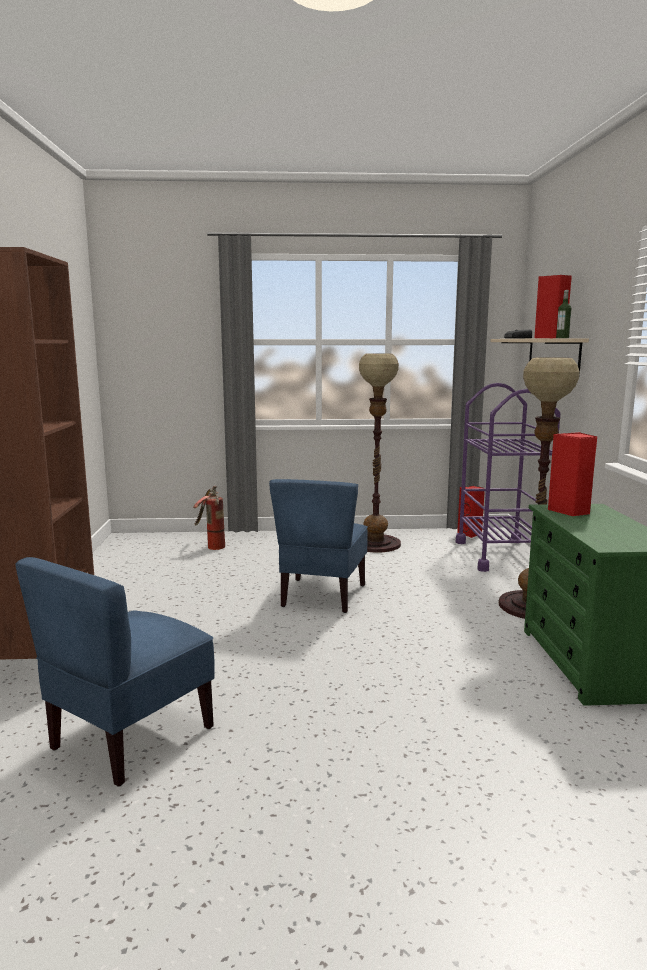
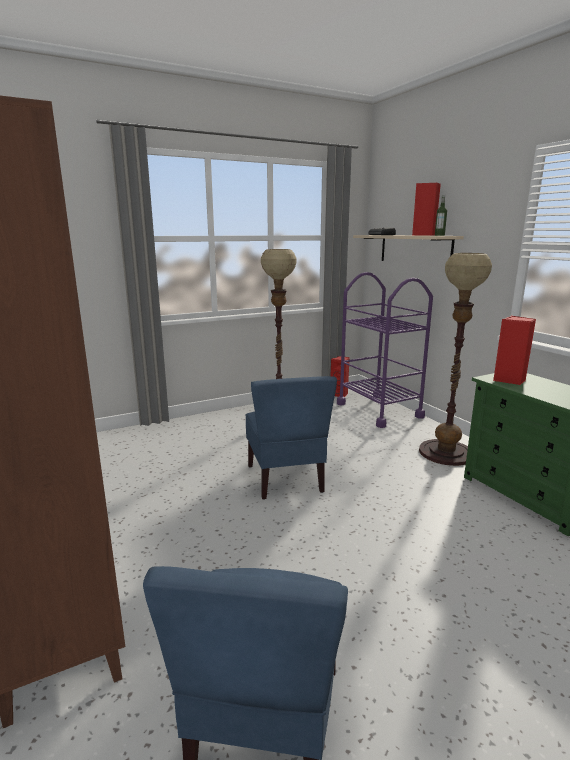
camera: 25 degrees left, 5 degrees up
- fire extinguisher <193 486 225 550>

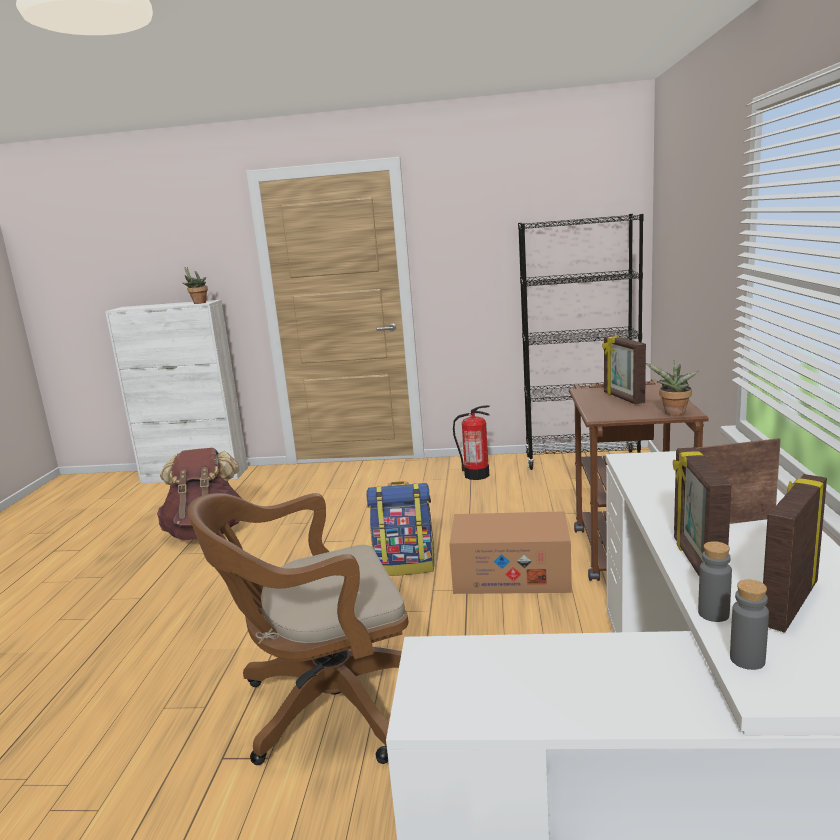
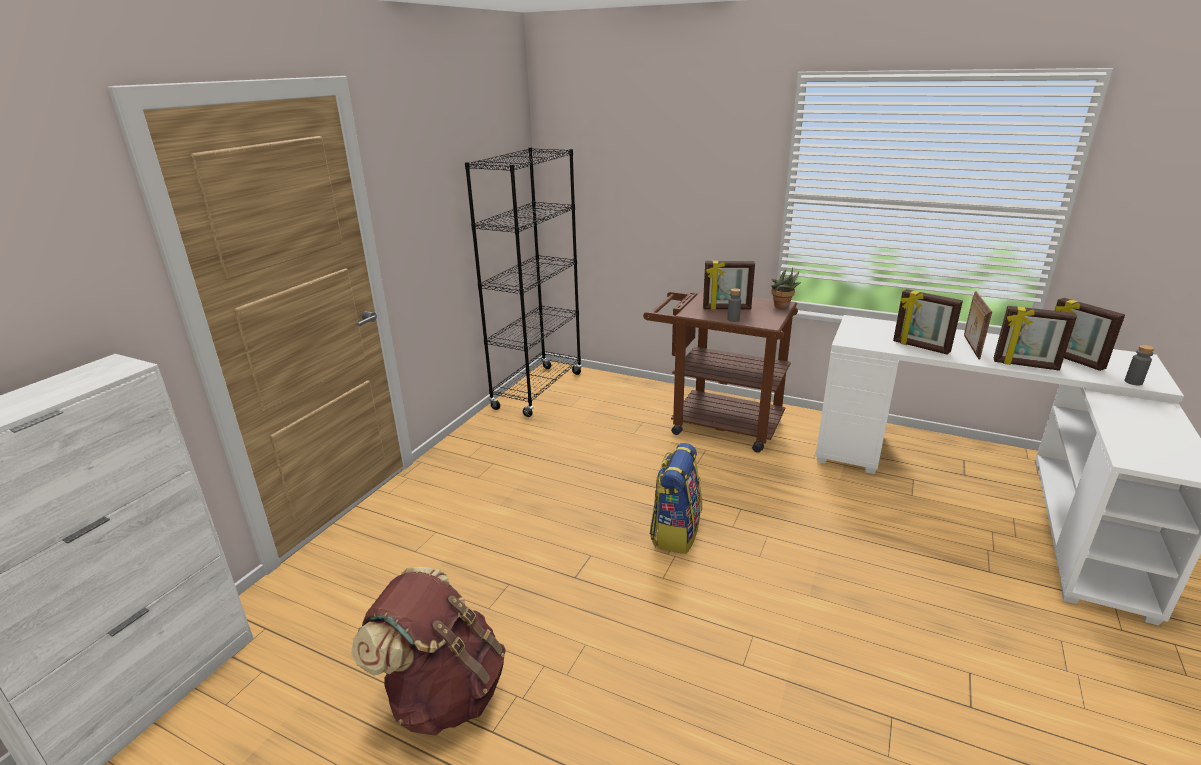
camera: 70 degrees left, 10 degrees up
~ beverage bottle (gray) <698 541 732 622> to <727 288 741 322>
+ photo frame <893 289 963 355>
- houseplant <183 267 208 304>
- desk chair (brownish) <188 493 408 765>
- cardboard box <449 511 572 594>
- fire extinguisher <453 405 490 480>

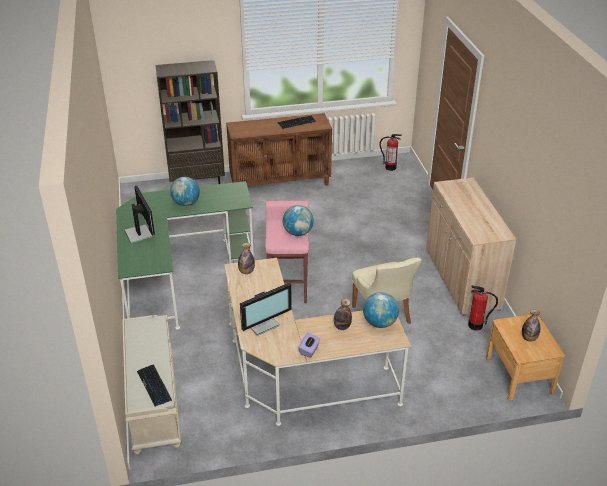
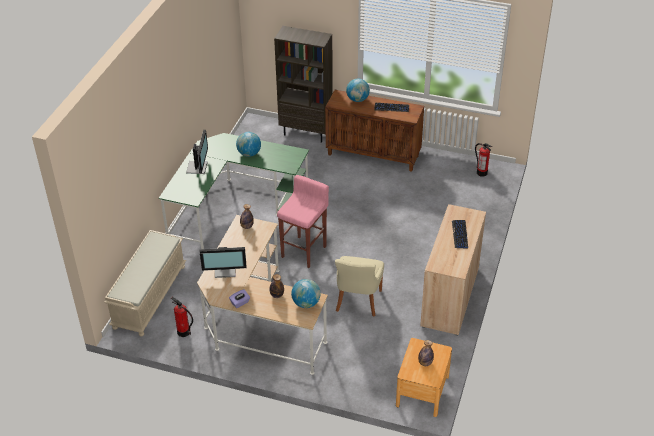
camera: 30 degrees right, 5 degrees up
~ fire extinguisher <468 285 498 331> to <171 297 193 337>
~ world globe <283 205 314 236> to <346 78 370 102>
~ keyboard <137 364 172 406> to <452 220 468 248>

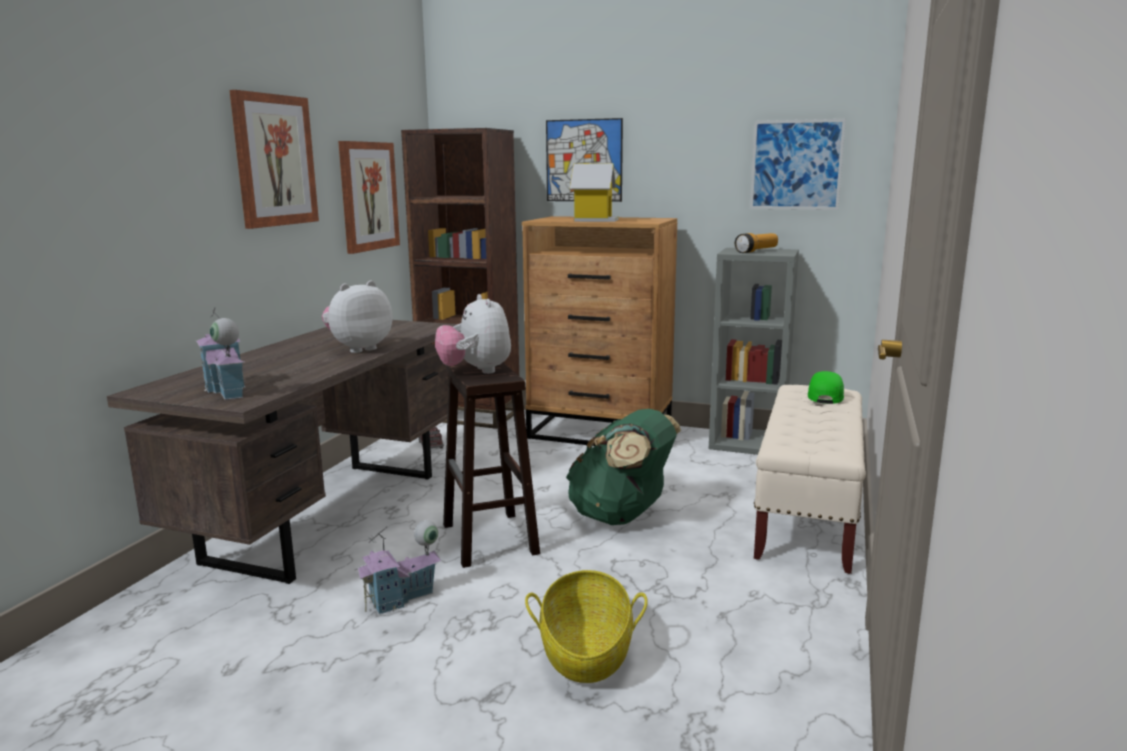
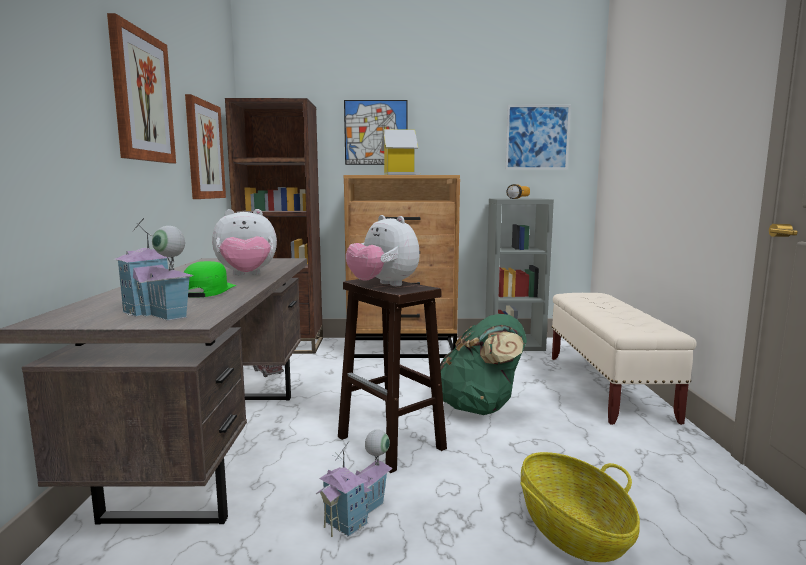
camera: 20 degrees left, 5 degrees down
~ cap (greenish) <808 371 844 404> to <184 261 237 298>
~ cuddly toy <322 281 393 353> = <212 209 277 276> 135 degrees counterclockwise

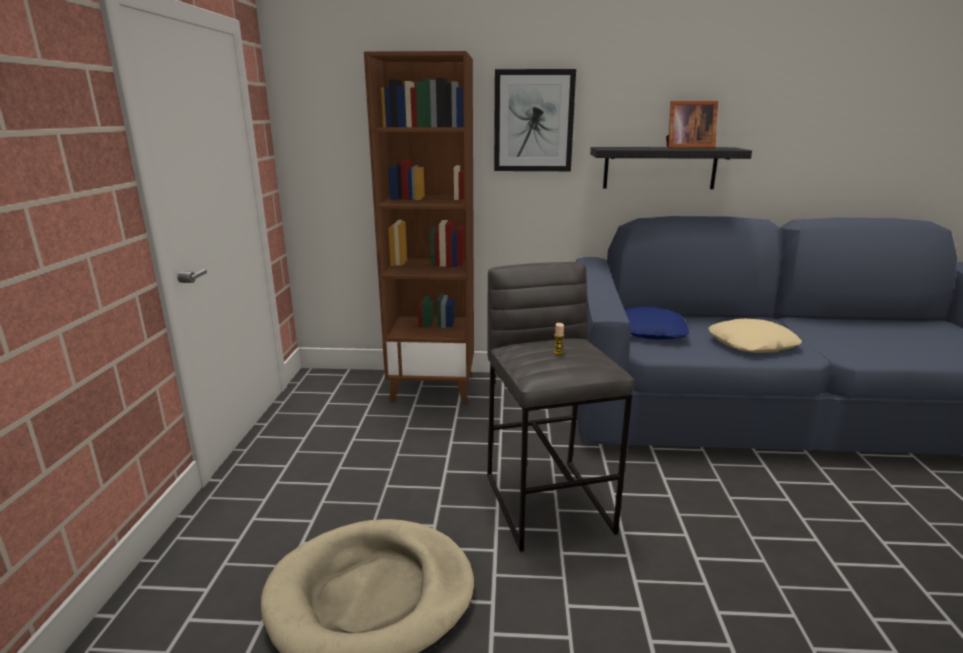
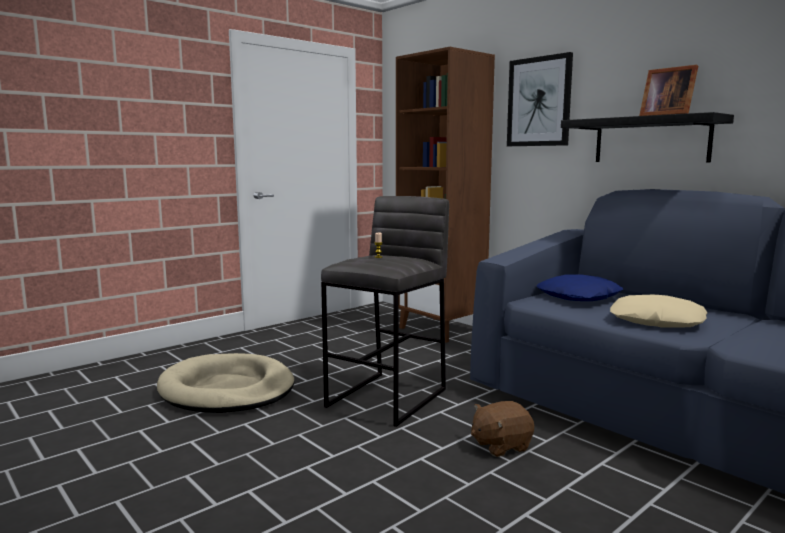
camera: 45 degrees right, 10 degrees down
+ cuddly toy (brownish) <471 401 534 457>

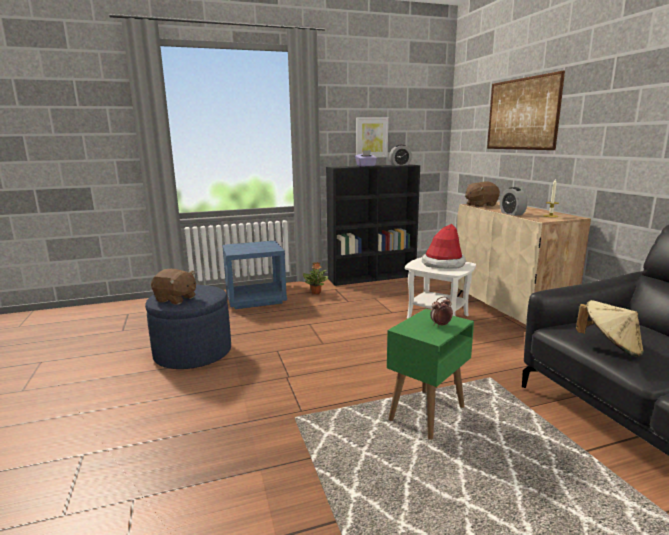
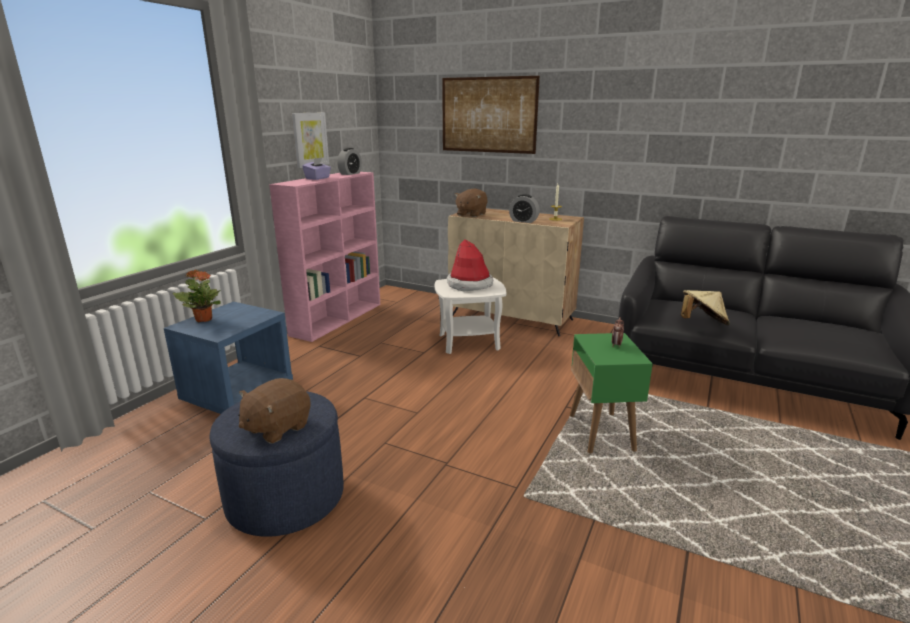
camera: 45 degrees left, 5 degrees up
~ houseplant <303 262 328 294> to <173 269 221 322>
~ cuddly toy (brownish) <151 269 196 304> = <238 378 311 444> 150 degrees clockwise
~ bookshelf (blackish) <326 164 420 286> to bookshelf (pink-coloured) <269 172 380 342>

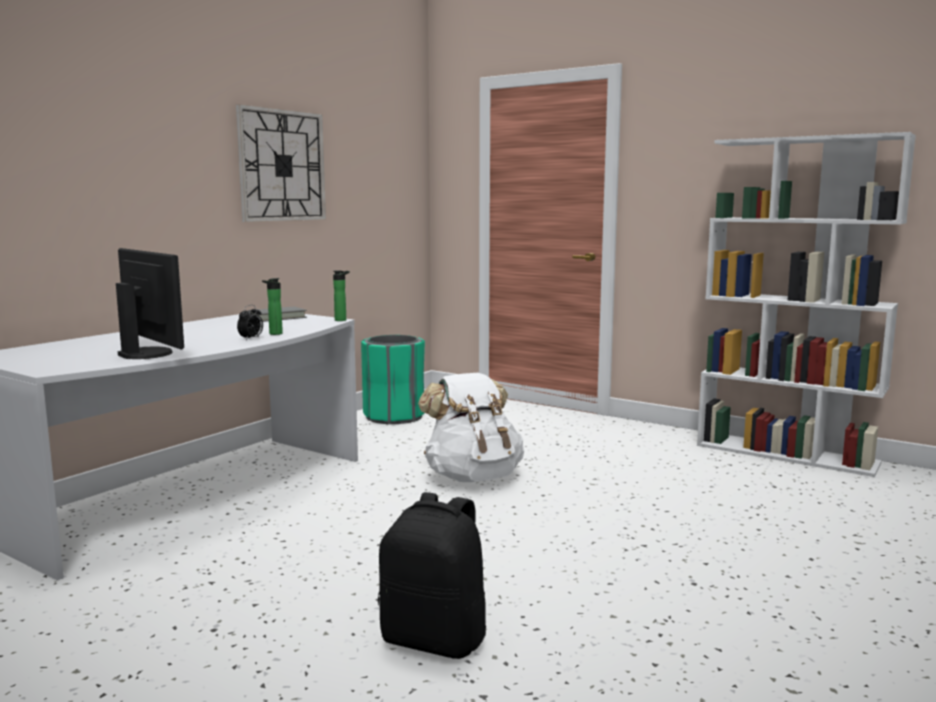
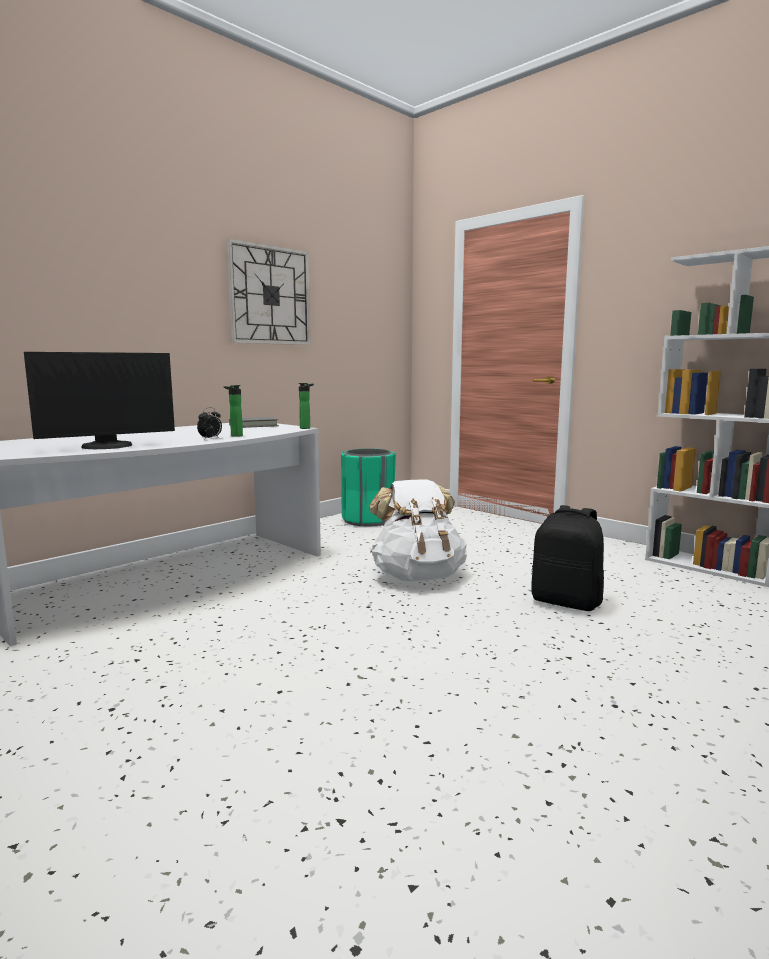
camera: 10 degrees right, 0 degrees up
~ computer display <116 248 184 359> = <24 352 175 449> 90 degrees clockwise
~ knapsack (blackish) <378 492 486 659> to <531 505 604 611>

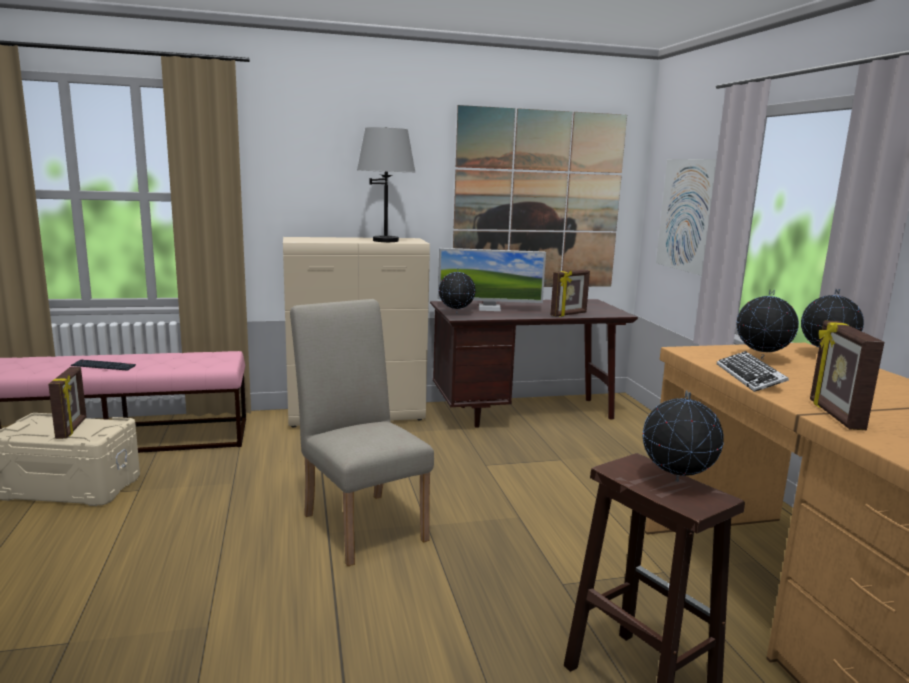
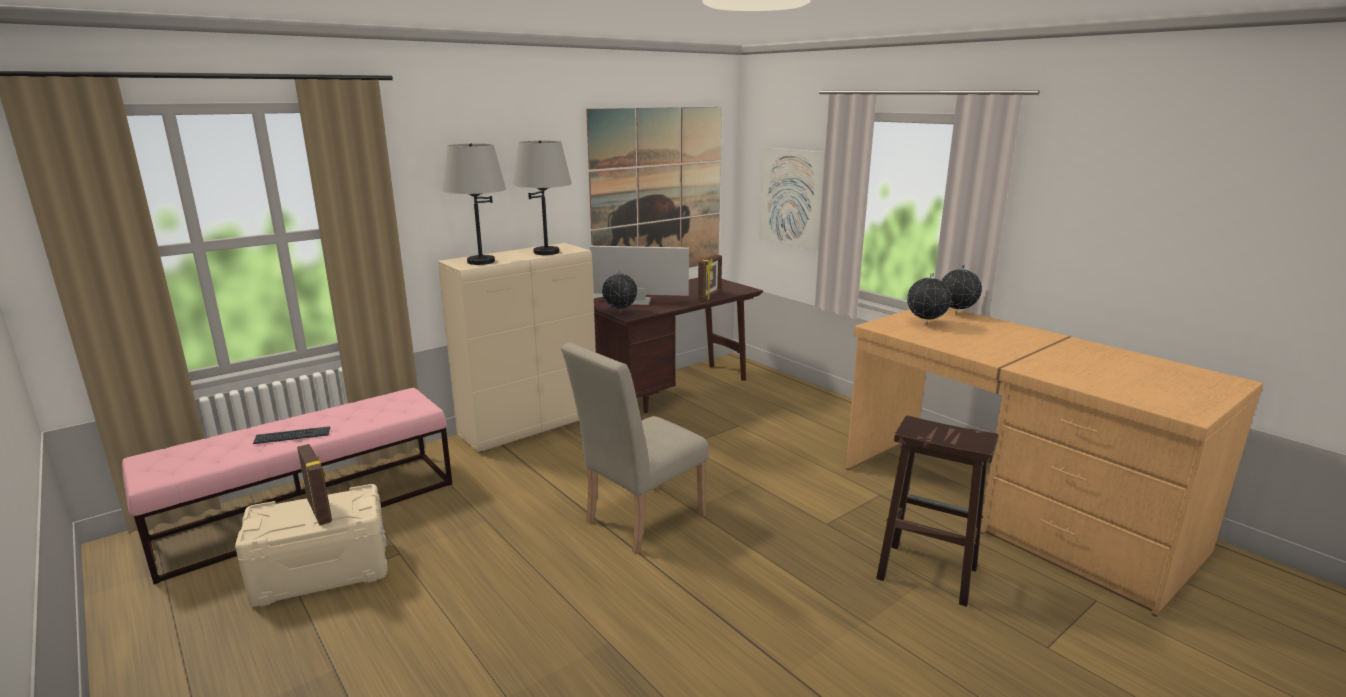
camera: 25 degrees left, 5 degrees up
+ lamp for a table (gray) <442 143 506 265>
~ chair (sand-coloured) <290 299 434 566> = <561 343 709 555> 75 degrees counterclockwise
~ computer display <438 248 546 311> = <590 246 689 305> 150 degrees counterclockwise
- world globe <643 390 724 482>
- keyboard <717 351 789 392>
- photo frame <810 320 884 430>

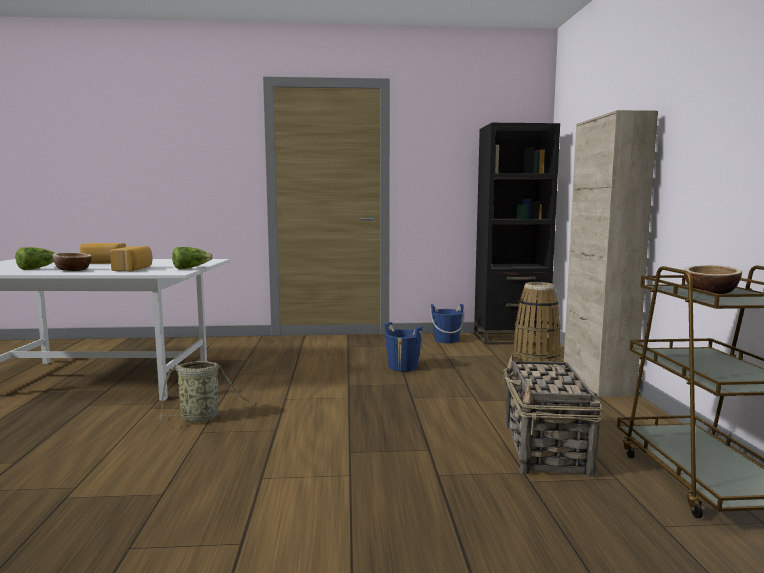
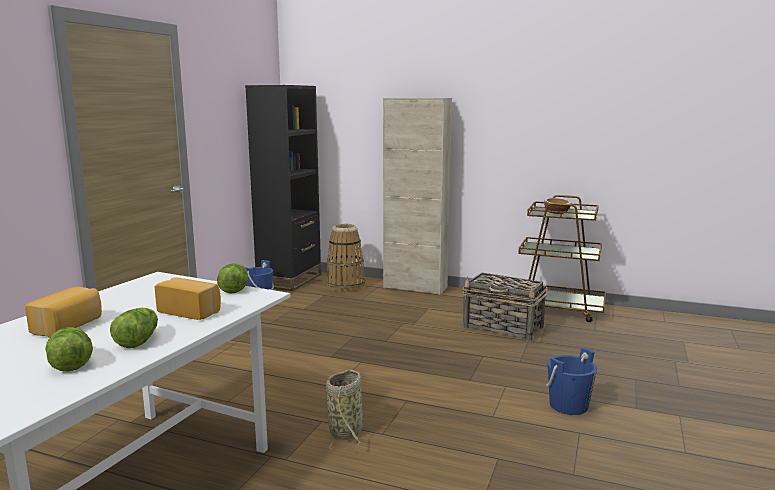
camera: 65 degrees left, 5 degrees up
~ deep dish <53 253 92 271> to head of lettuce <110 308 158 348>
~ water bucket (blue-coloured) <384 322 423 372> to <546 347 597 415>

